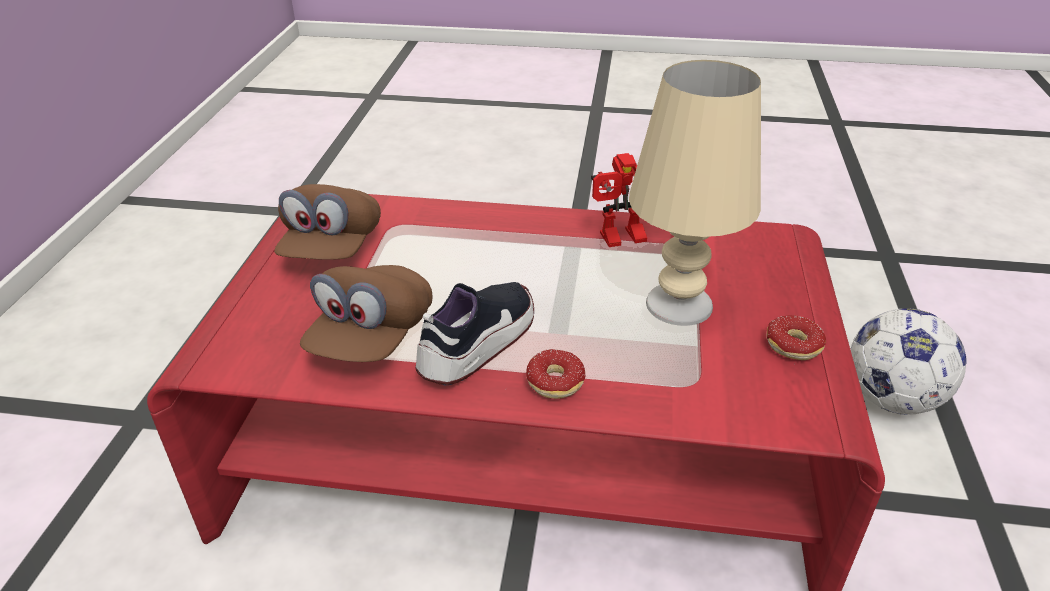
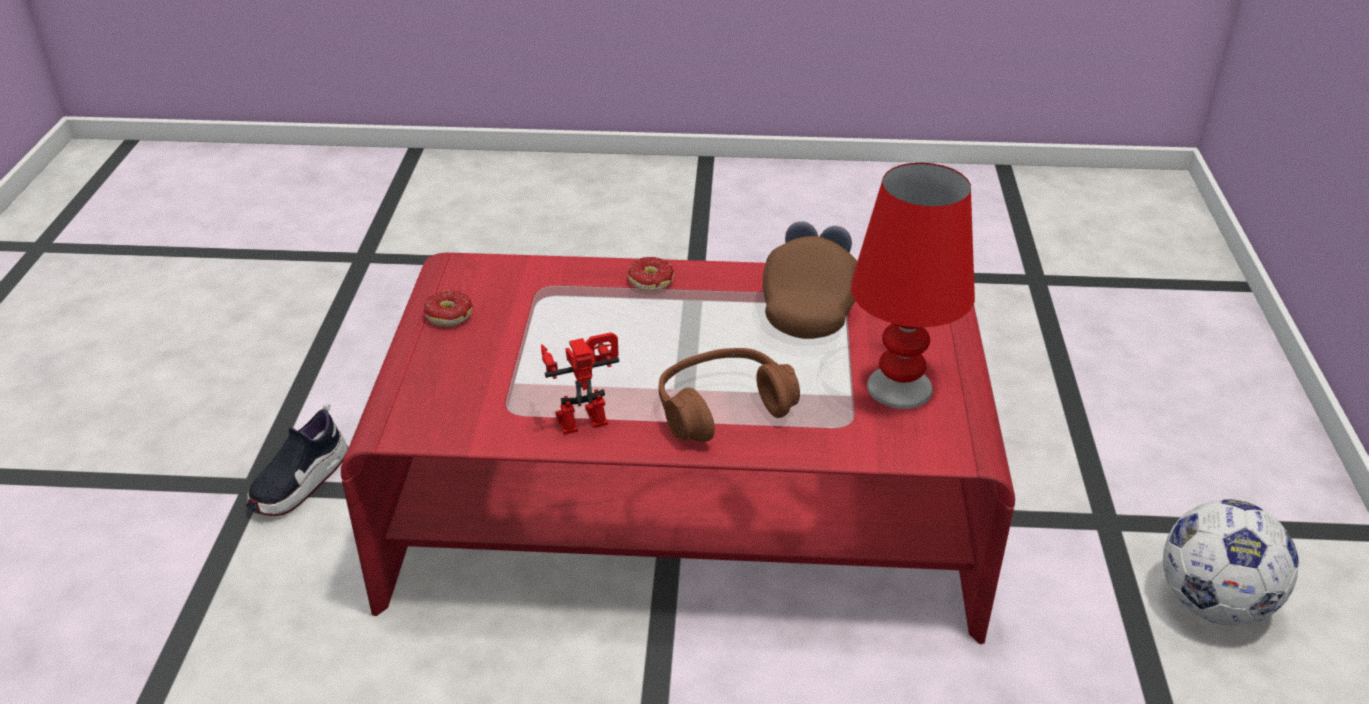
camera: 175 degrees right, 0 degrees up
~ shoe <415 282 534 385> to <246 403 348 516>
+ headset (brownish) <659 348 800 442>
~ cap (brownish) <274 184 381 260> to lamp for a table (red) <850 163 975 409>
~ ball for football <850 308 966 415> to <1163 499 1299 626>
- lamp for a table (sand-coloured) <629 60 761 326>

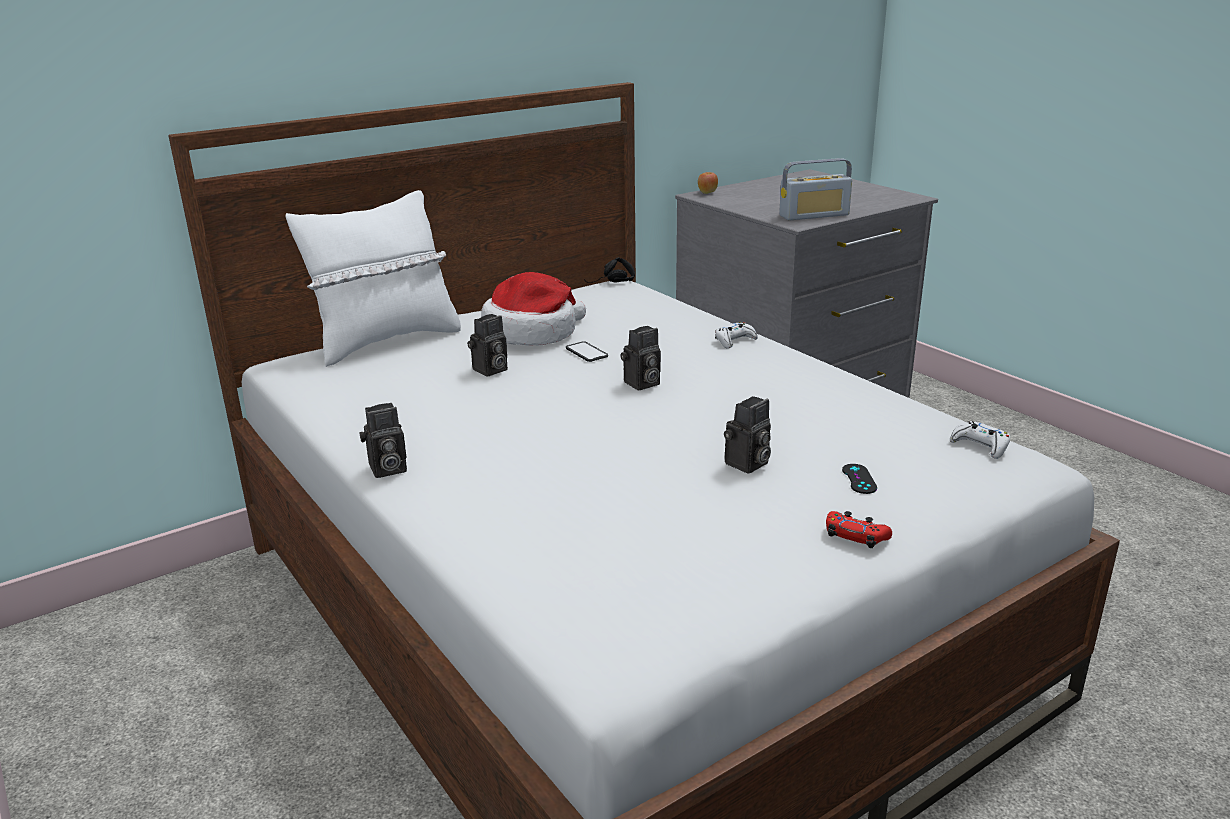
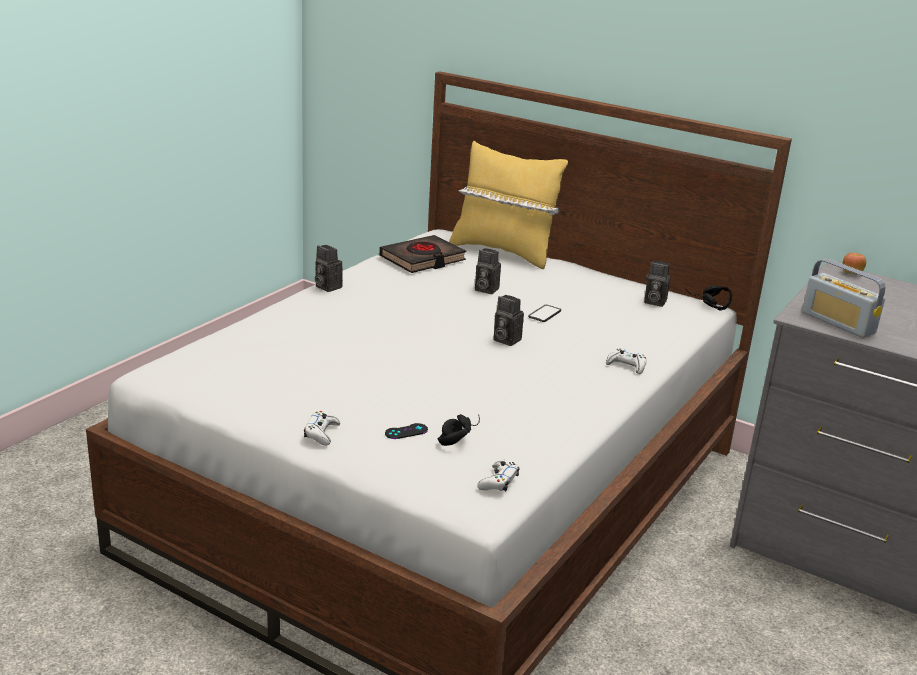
camera: 65 degrees right, 0 degrees up
~ joypad (red) <826 511 892 548> to joypad (whitish) <304 411 340 446>
+ volume (blackish) <379 235 466 273>
+ headset (blackish) <438 414 480 446>
~ throw pillow (whitish) <286 190 461 367> to throw pillow (yellow-coloured) <449 141 568 269>
~ photo camera <724 396 771 474> to <644 261 671 307>
- hat <481 272 586 346>

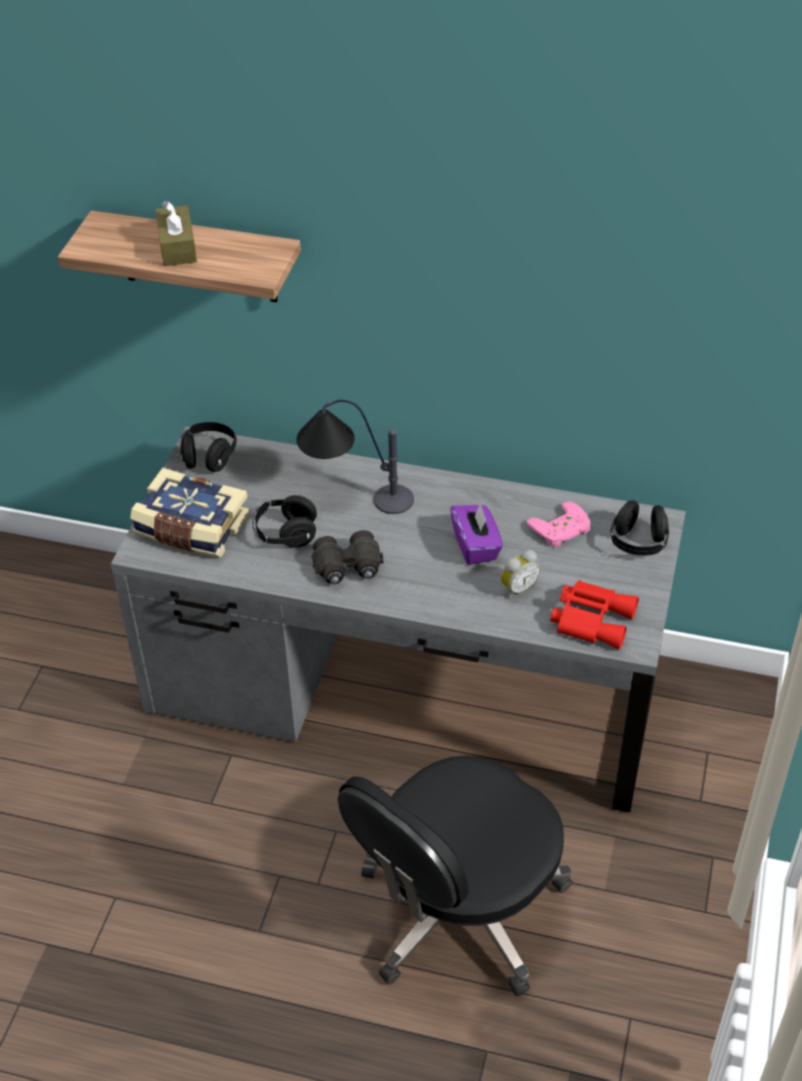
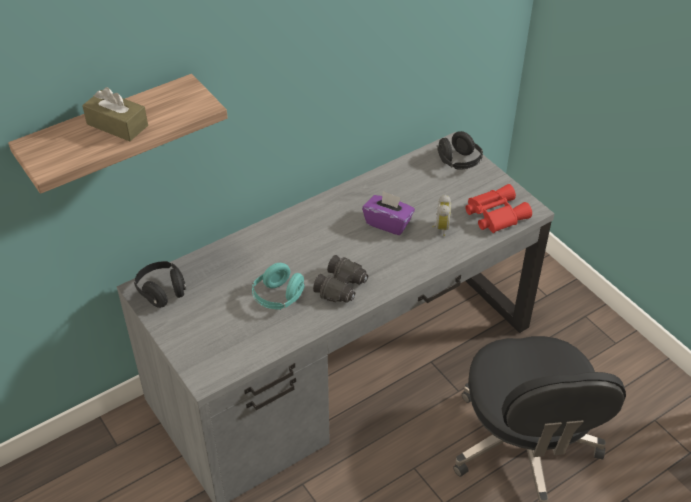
camera: 50 degrees left, 0 degrees up
~ headset (blackish) <252 495 317 548> to headset (turquoise) <252 263 304 310>
- volume <130 468 250 558>
- lamp for a table <297 400 414 514>
- joypad (pink-coloured) <527 501 591 548>

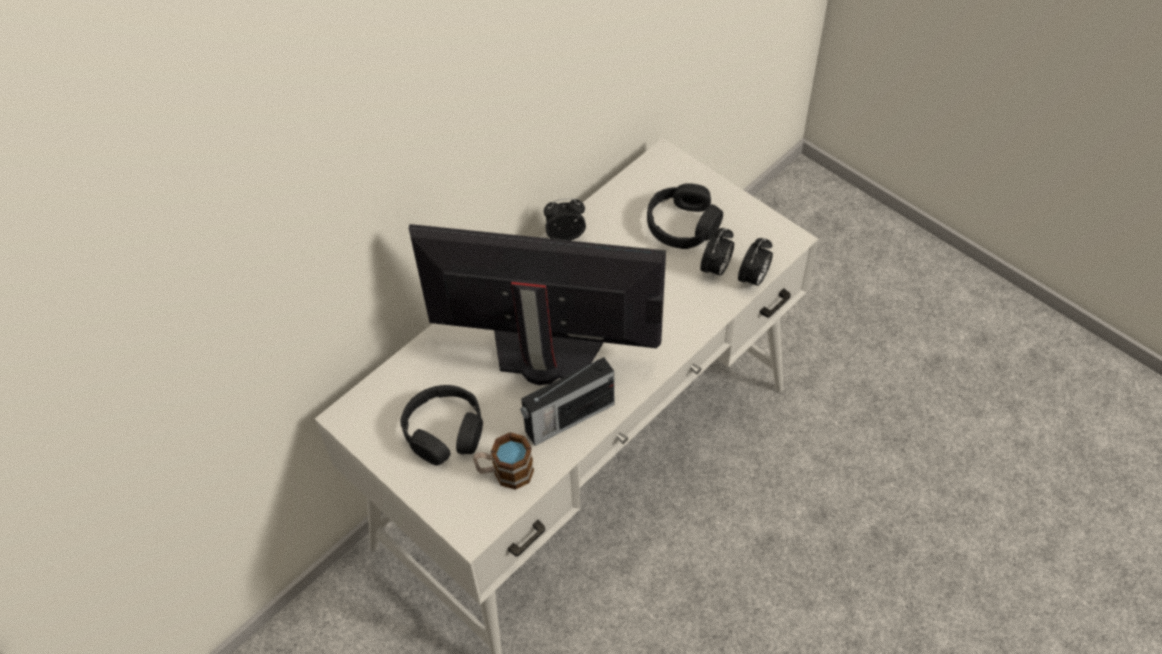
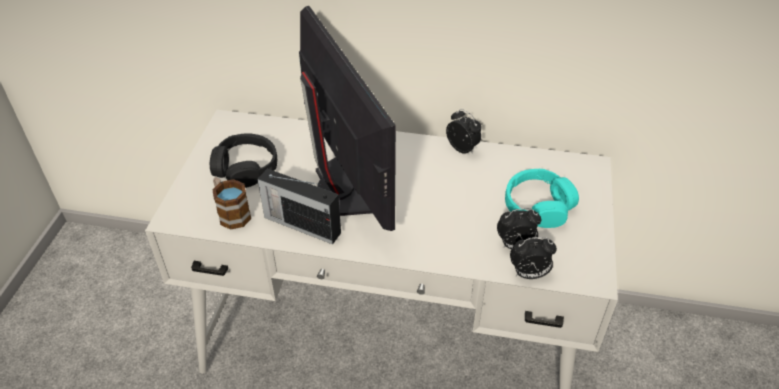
camera: 55 degrees right, 10 degrees down
~ headset (blackish) <647 183 723 249> to headset (turquoise) <505 169 579 228>

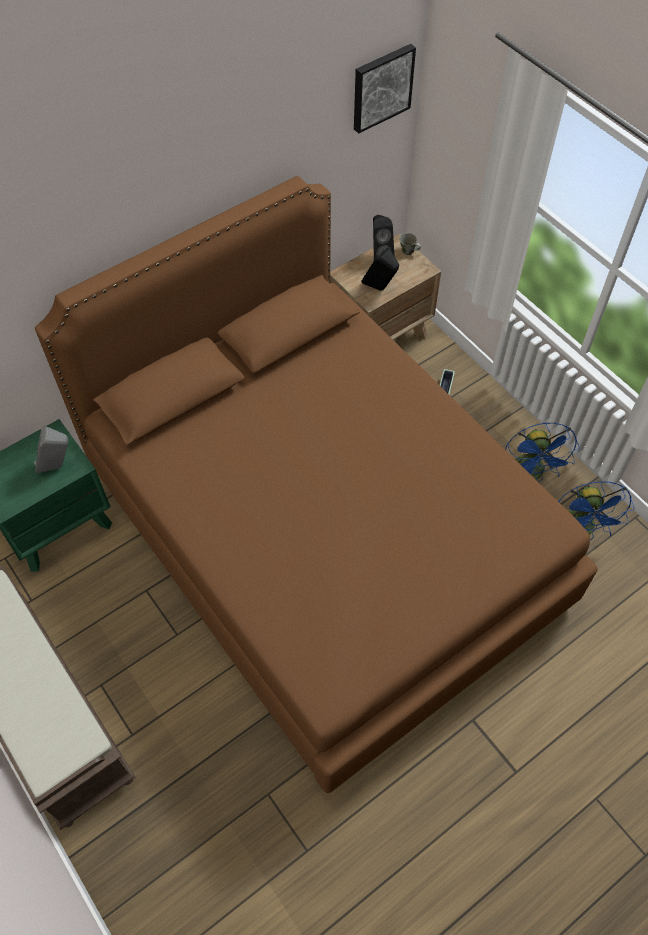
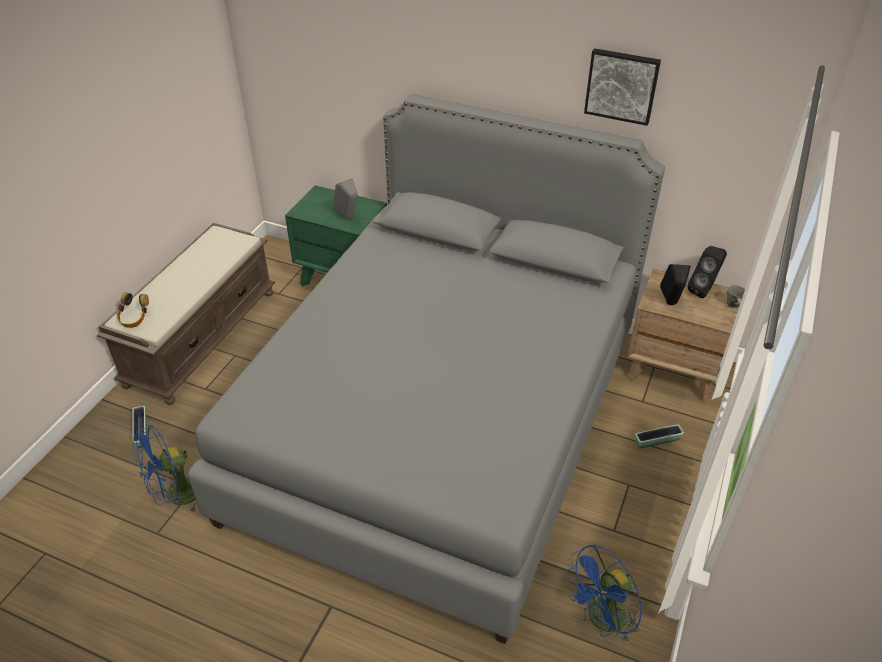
camera: 60 degrees right, 15 degrees down
+ headset <117 293 149 328>
+ flower pot <132 406 147 448>
~ electric fan (blue-coloured) <505 423 580 482> to <133 425 197 513>
~ bedroom bed (brownish) <35 176 598 793> to bedroom bed (gray) <188 94 665 644>
~ wall art <354 44 416 134> to <584 48 661 126>

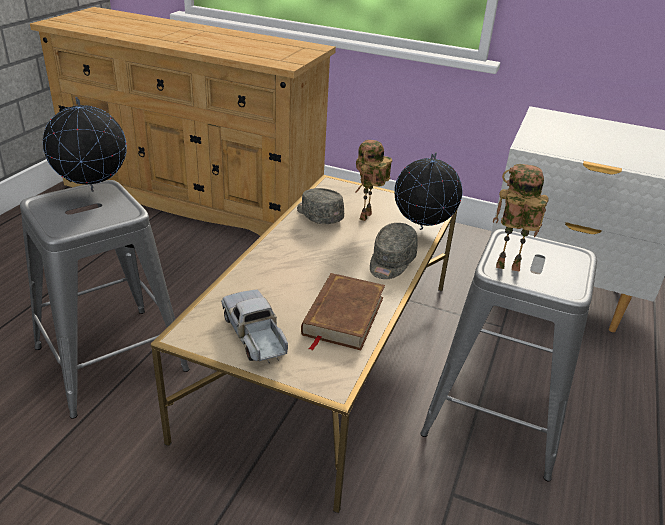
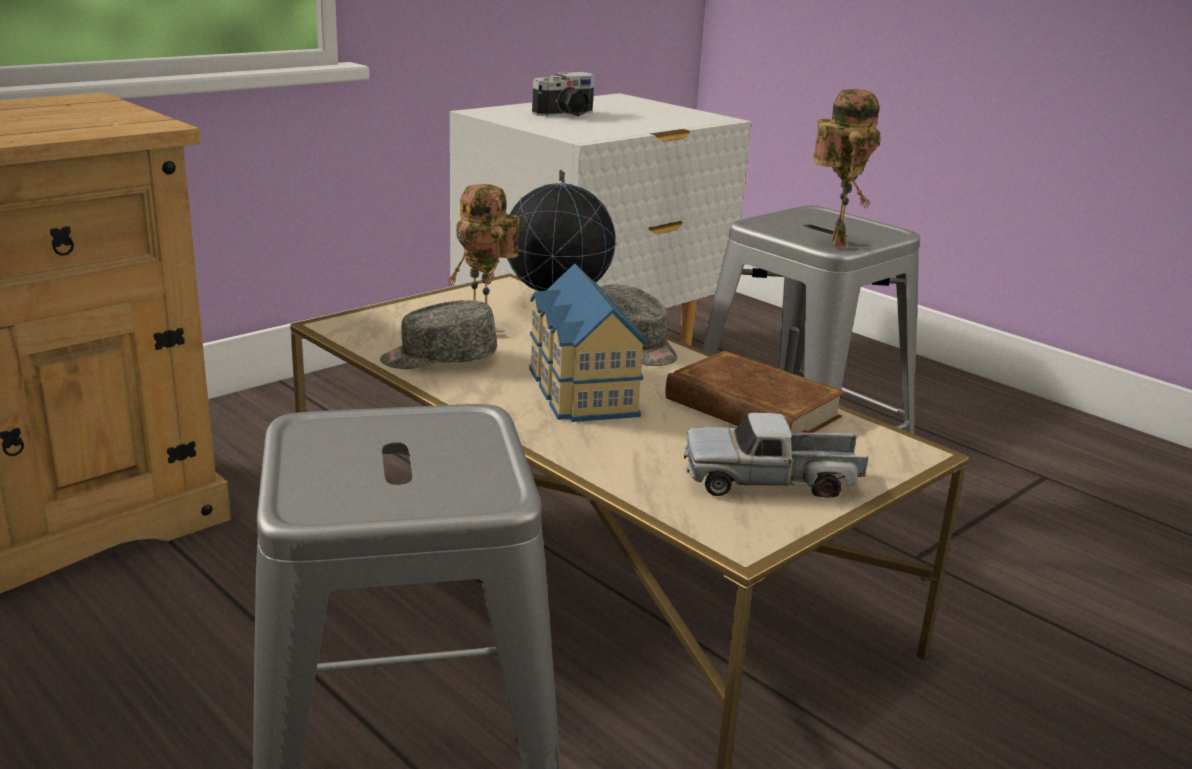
camera: 65 degrees left, 10 degrees down
+ miniature house <529 264 647 422>
+ photo camera <532 72 595 116>
~ model robot <493 164 549 272> = <813 89 881 247> 150 degrees clockwise
- world globe <43 97 127 192>

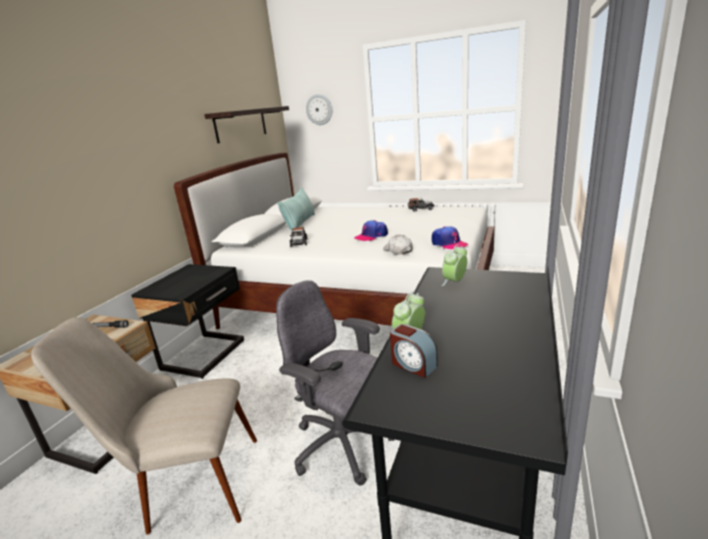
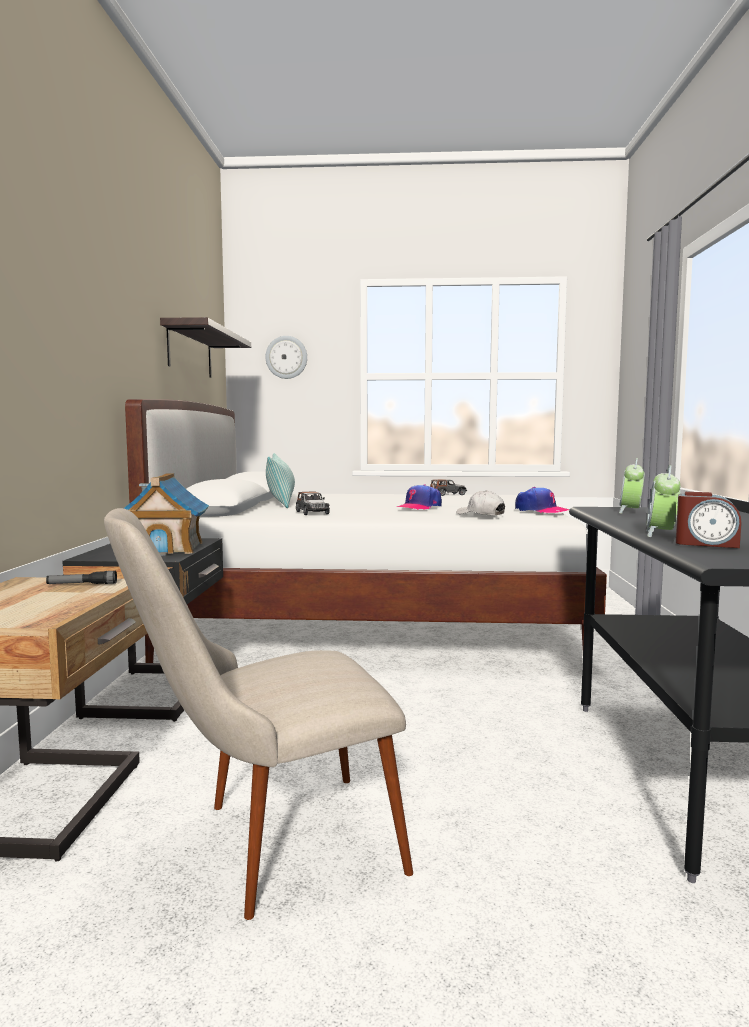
camera: 20 degrees left, 15 degrees down
+ miniature house <124 473 209 556>
- desk chair (gray) <276 280 395 485>

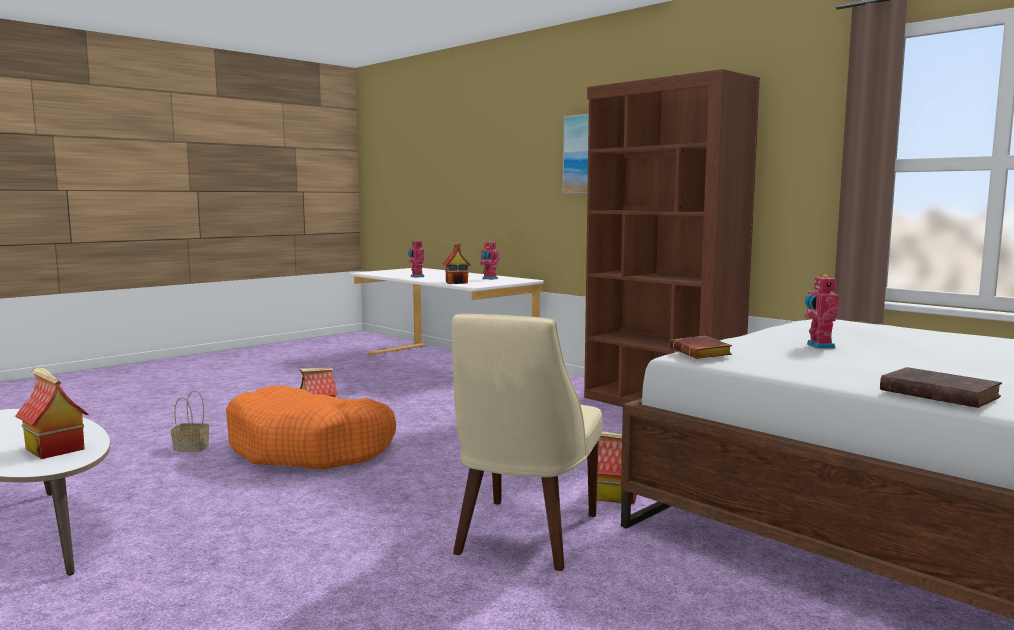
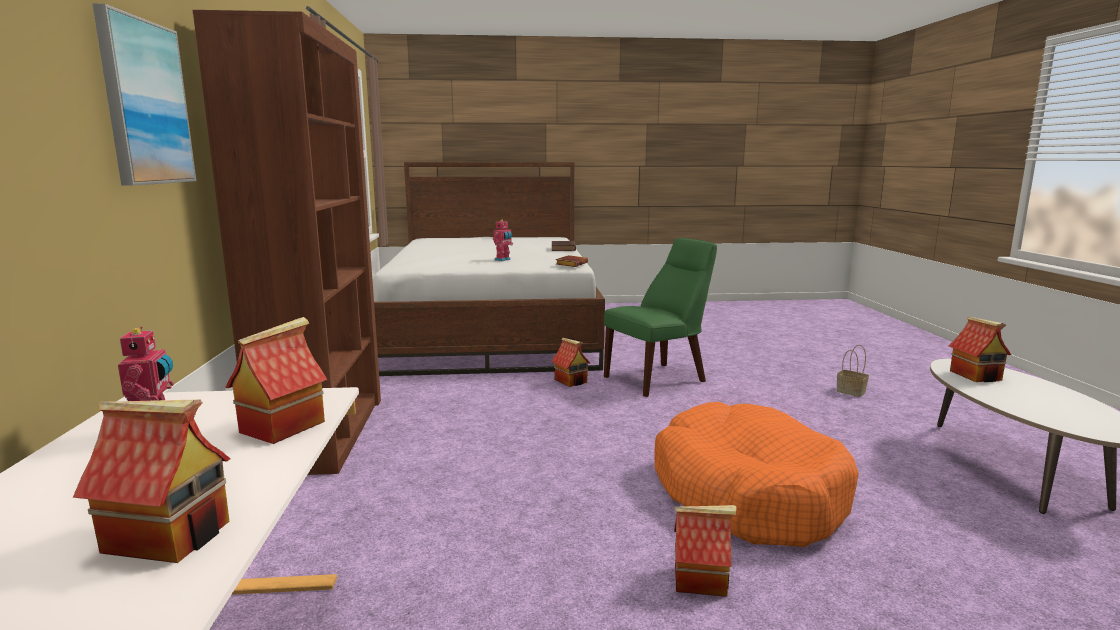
camera: 140 degrees left, 5 degrees up
~ model robot <408 239 424 278> to miniature house <73 399 231 563>
~ chair (sand-coloured) <452 314 603 571> to chair (greenish) <604 238 717 397>
~ household basket <171 390 209 452> to <837 345 869 397>

